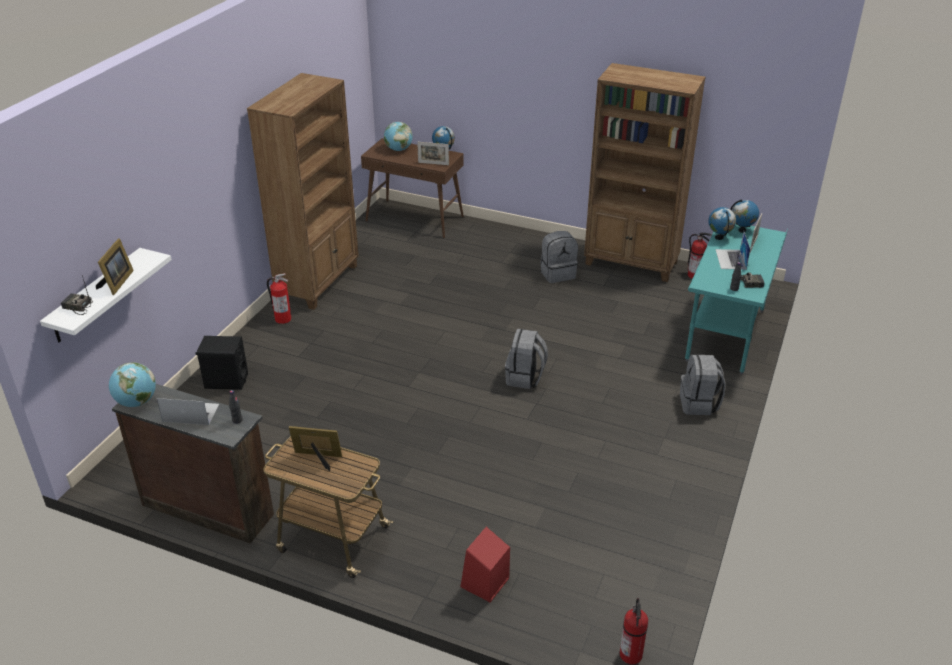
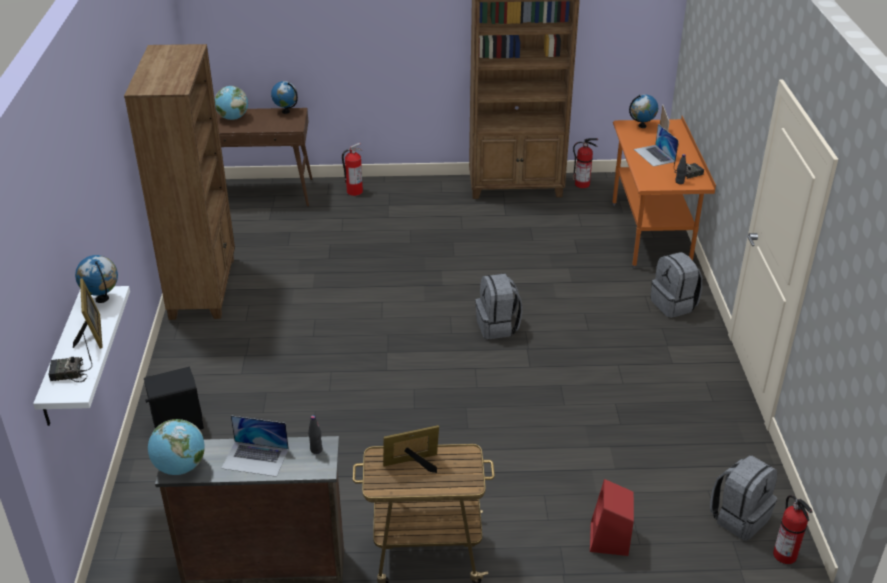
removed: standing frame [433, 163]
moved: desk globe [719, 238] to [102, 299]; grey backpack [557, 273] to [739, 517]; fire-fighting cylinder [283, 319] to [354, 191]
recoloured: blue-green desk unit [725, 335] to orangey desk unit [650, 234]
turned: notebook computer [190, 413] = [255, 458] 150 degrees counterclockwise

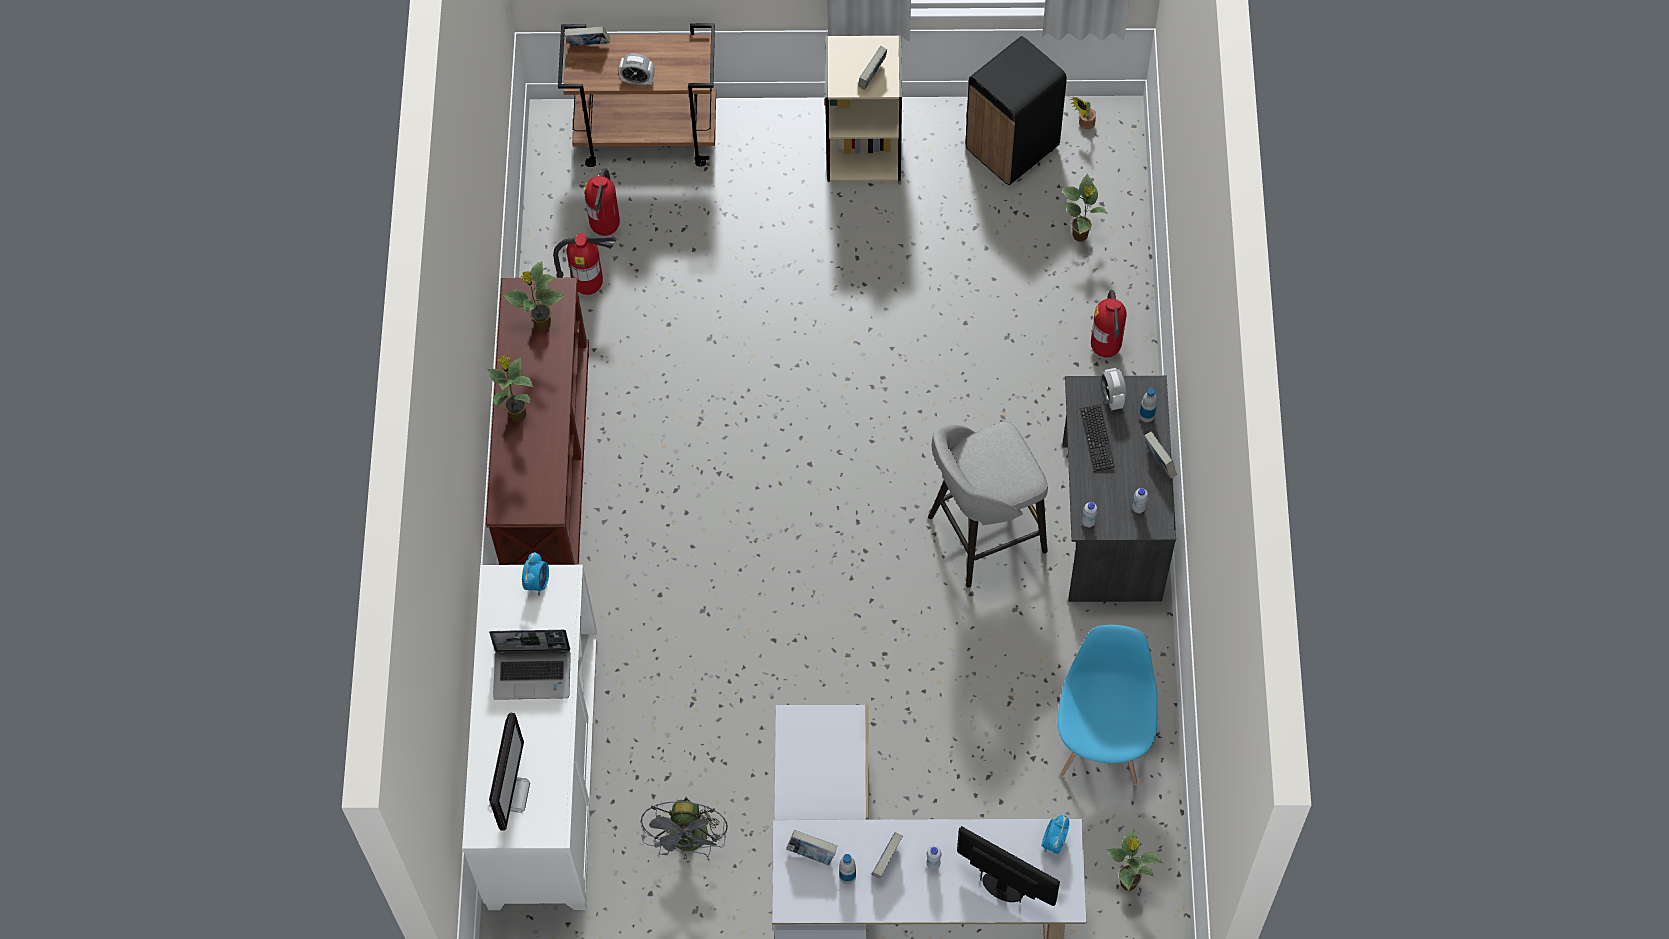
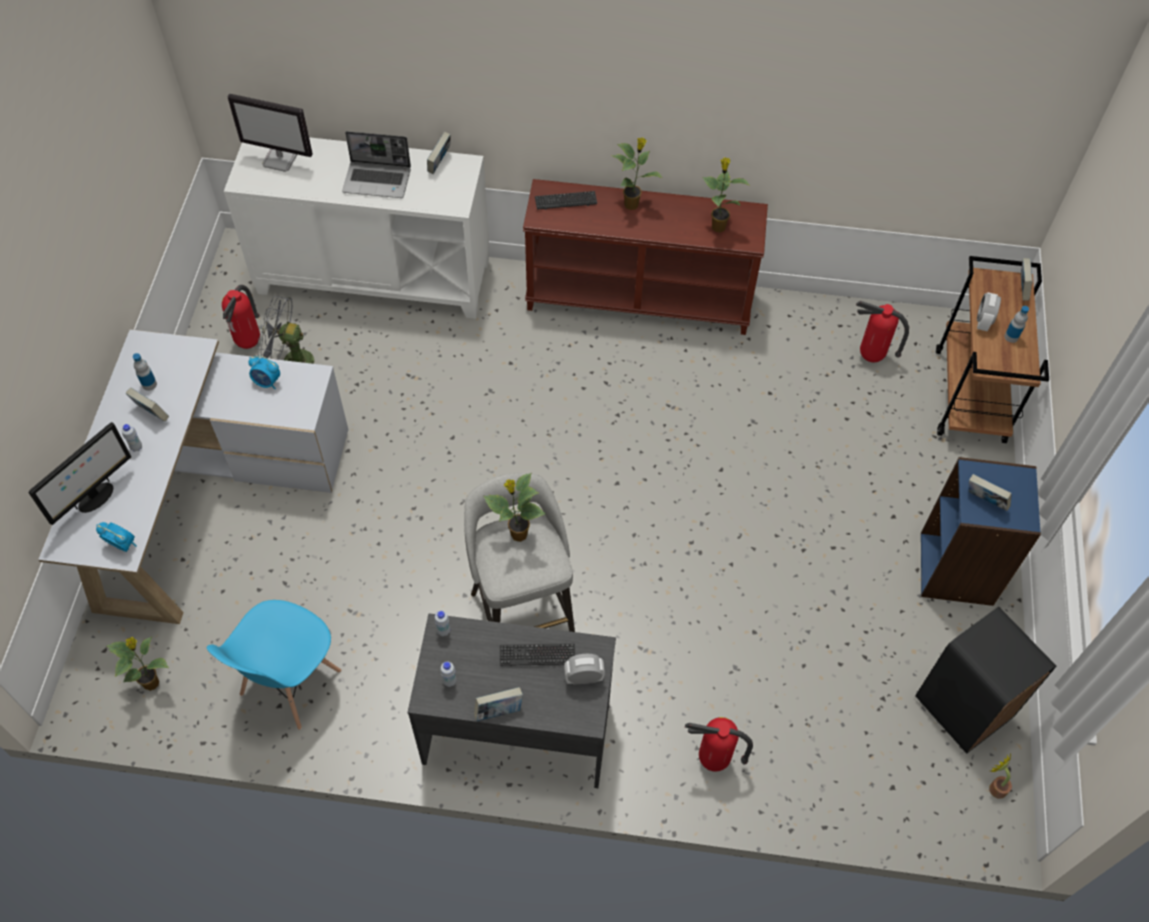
added: computer keyboard [566, 201]
moved: houseplant [1080, 236] to [517, 534]; fire-fighting cylinder [589, 286] to [249, 343]; beverage bottle [1146, 415] to [1011, 337]; alarm clock [537, 582] to [267, 382]; book [812, 854] to [440, 164]
recoloured: sand-coloured bookcase [864, 150] to blue-coloured bookcase [957, 569]
turned: blue-coloured plain chair [1102, 743] = [290, 683] 105 degrees clockwise; notebook computer [533, 674] = [378, 180] 90 degrees counterclockwise

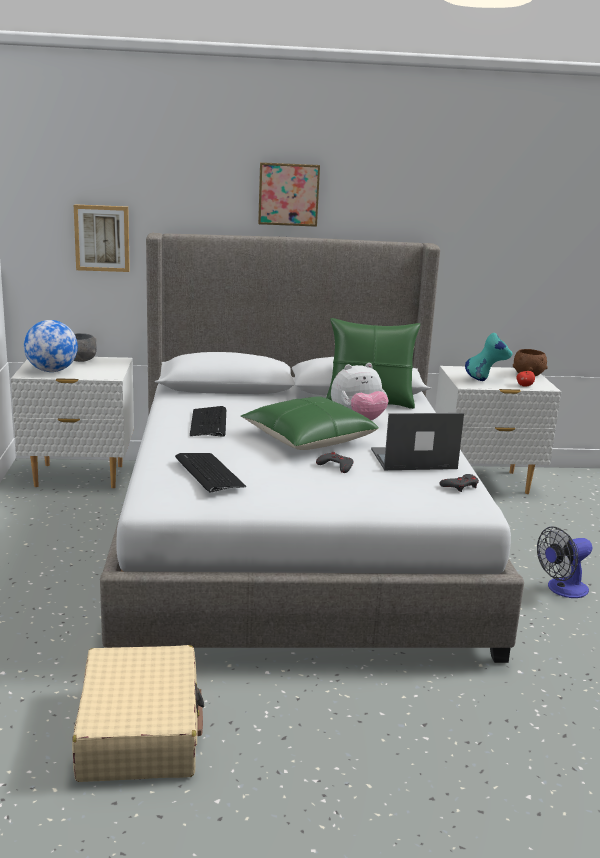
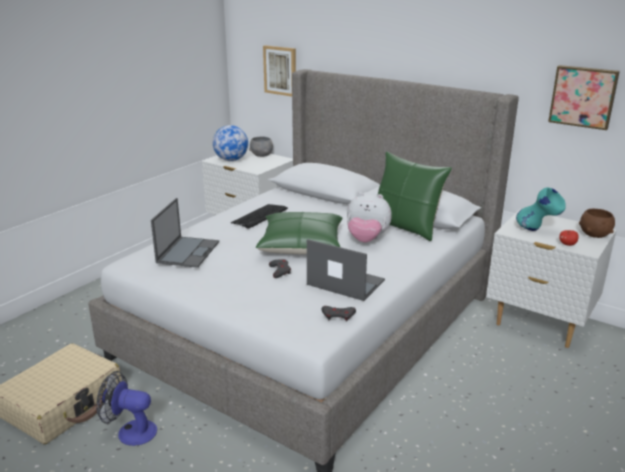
moved: wall picture [288, 194] to [583, 96]; cooling fan [562, 589] to [130, 431]
replaced: computer keyboard [208, 473] to notebook computer [188, 251]

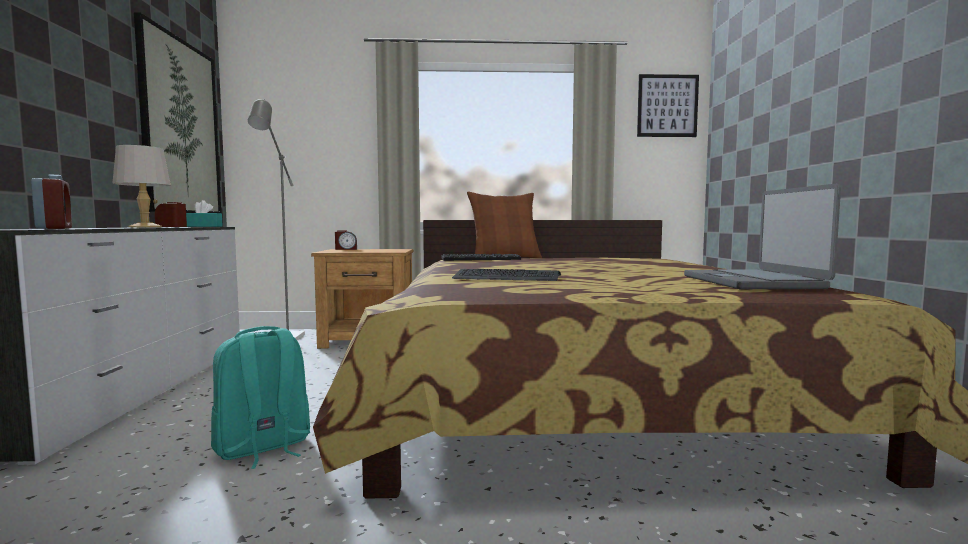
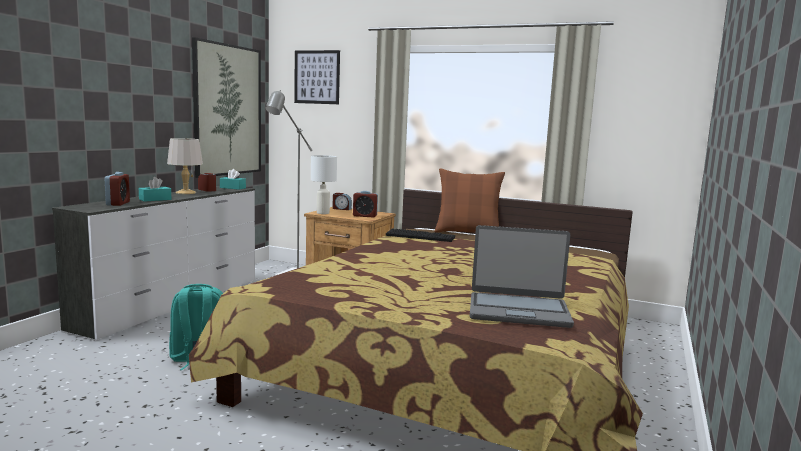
removed: computer keyboard [506, 278]
added: white lamp for a table [323, 213]; blue-green tissue box [155, 199]; alarm clock [365, 216]
moved: wall picture [667, 106] to [317, 77]
turned: notebook computer [752, 282] = [518, 311] 105 degrees counterclockwise

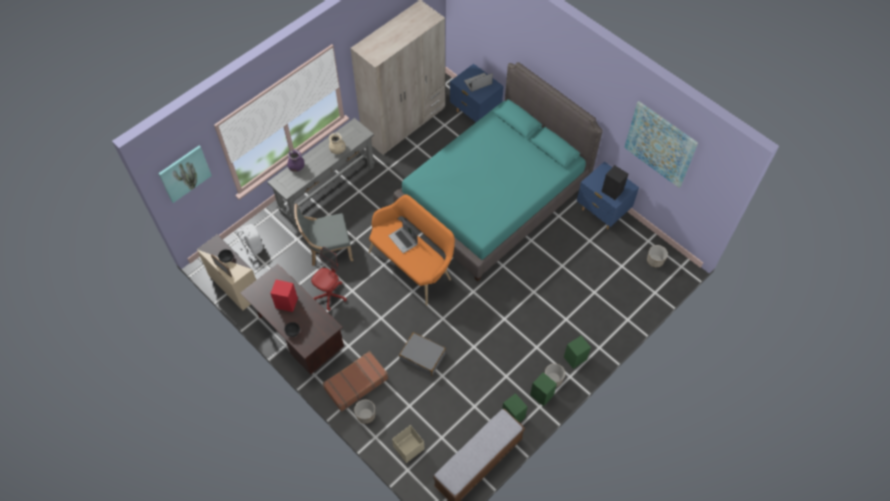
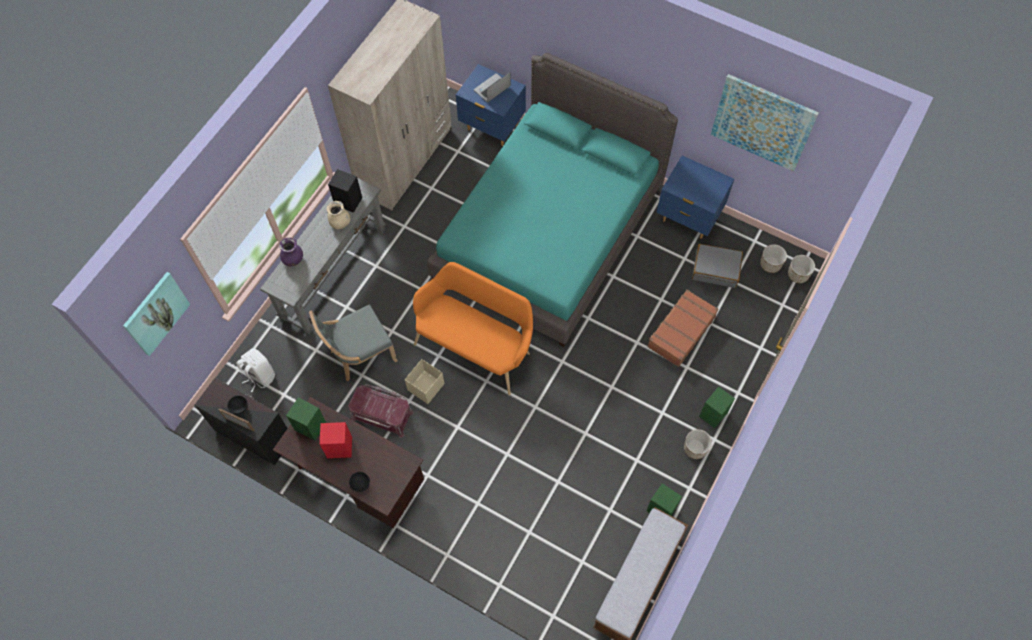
removed: notebook computer [403, 240]
moved: black-coloured audio speaker [612, 191] to [349, 201]; grey piece of luggage [422, 356] to [715, 269]; brownish piece of luggage [355, 383] to [680, 331]; green audio speaker [542, 395] to [311, 427]; flower pot [366, 415] to [798, 275]; sand-coloured storage box [408, 448] to [425, 387]
replaced: red computer chair [330, 295] to red storage box [382, 414]
recoloured: sand-coloured dresser [235, 285] to black-coloured dresser [254, 433]

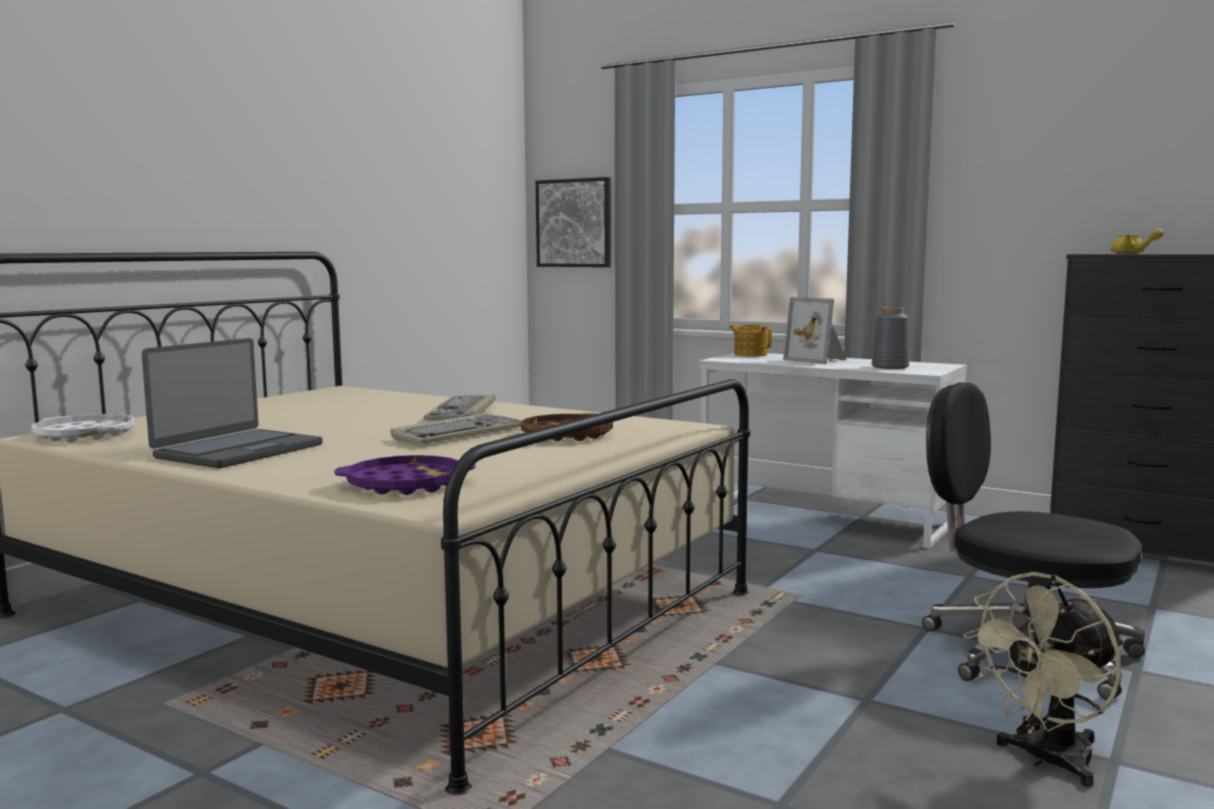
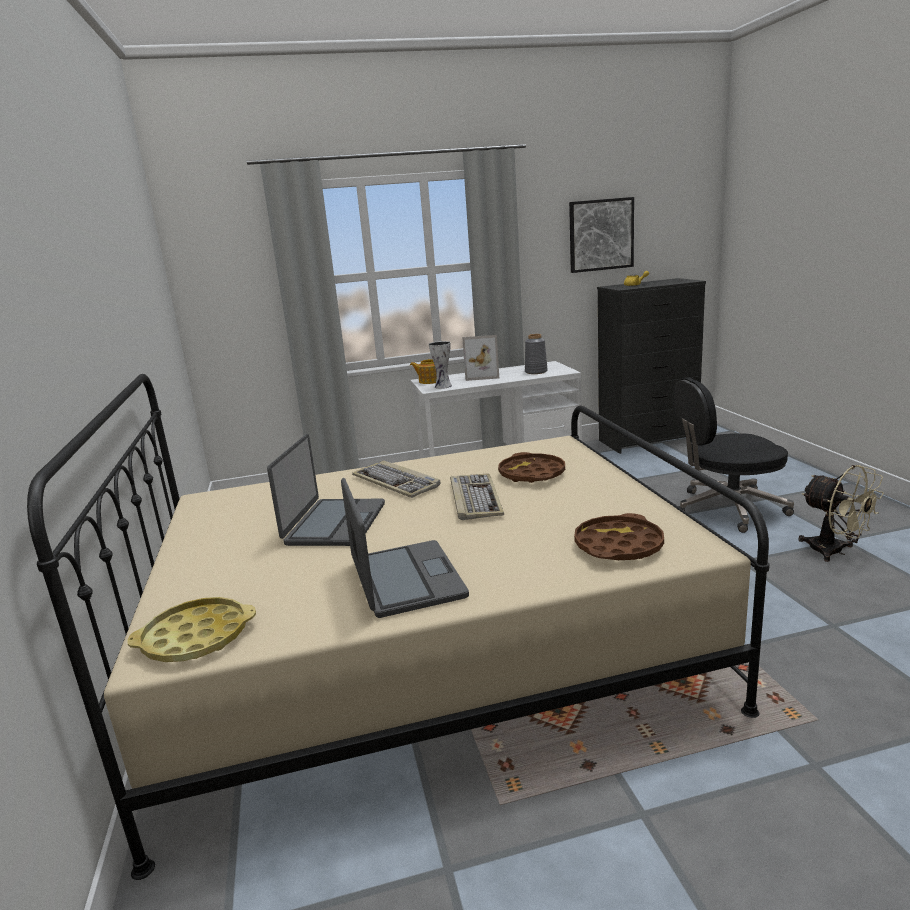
added: vase [444, 386]; notebook computer [334, 524]
moved: wall picture [574, 223] to [601, 235]
recoloured: white tray [85, 435] to yellow tray [196, 637]; purple-coloured tray [406, 484] to brownish tray [618, 546]
turned: sand-coloured cooling fan [1046, 761] = [834, 552] 45 degrees counterclockwise

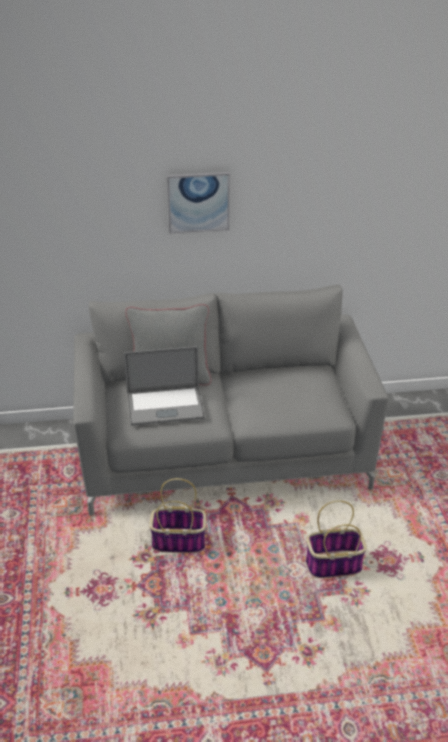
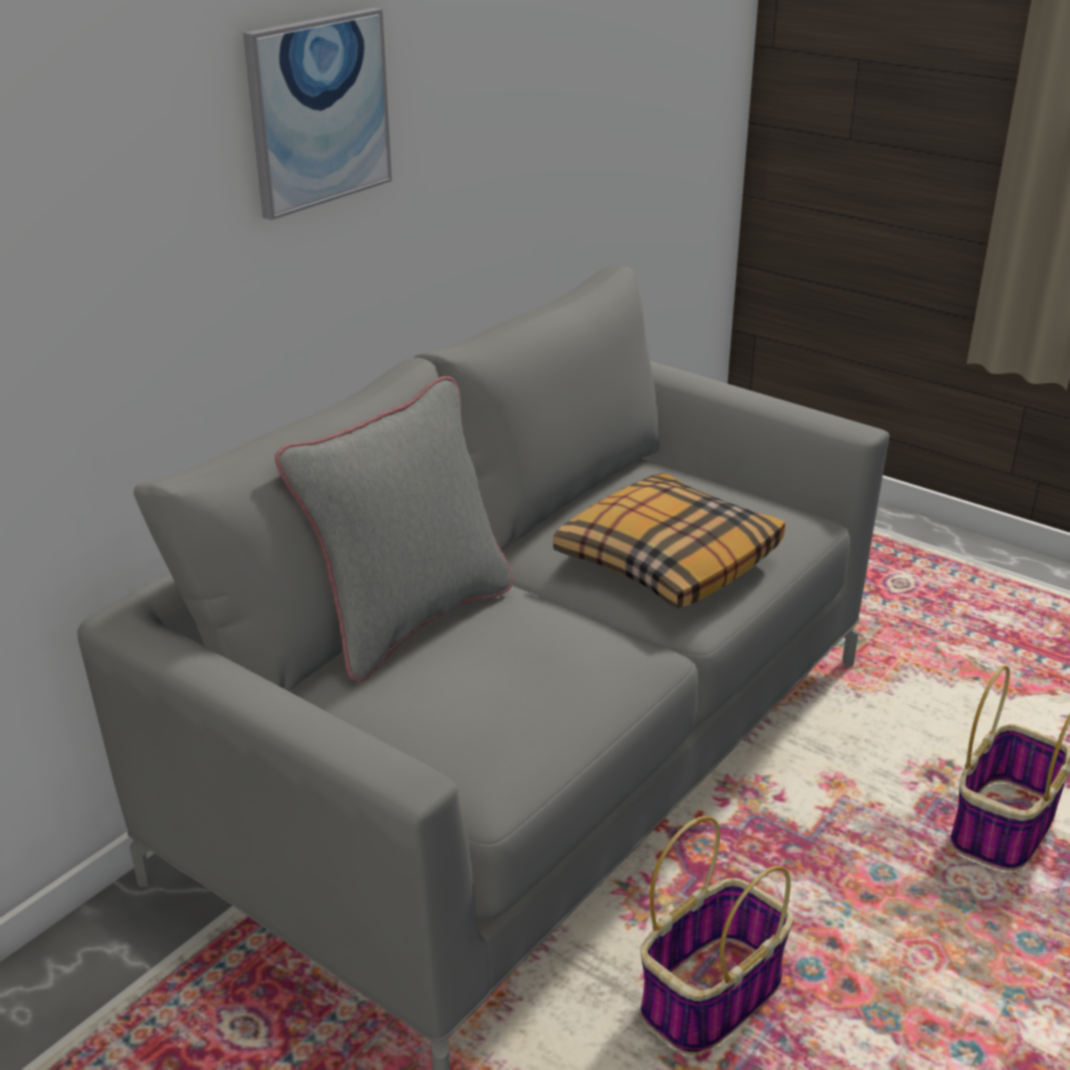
removed: notebook computer [165, 406]
added: pillow [667, 560]

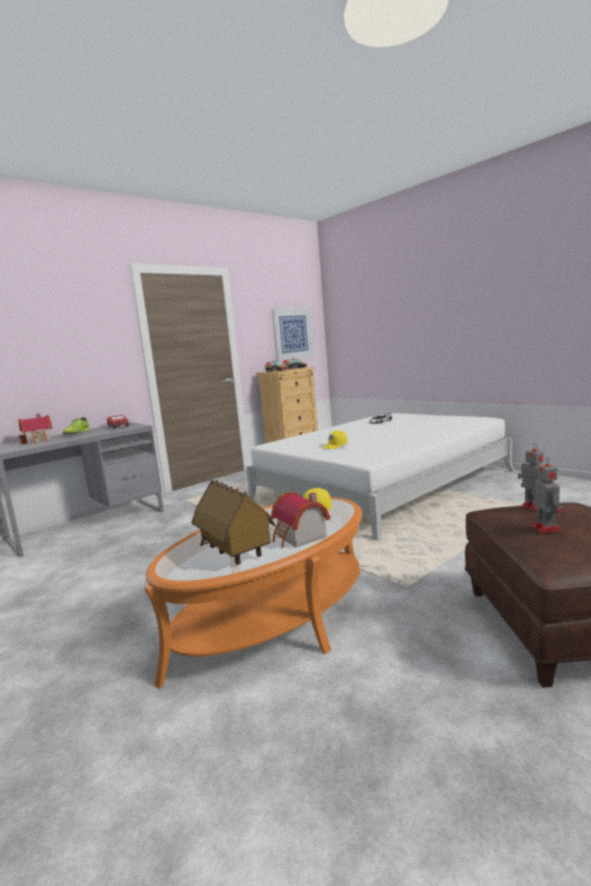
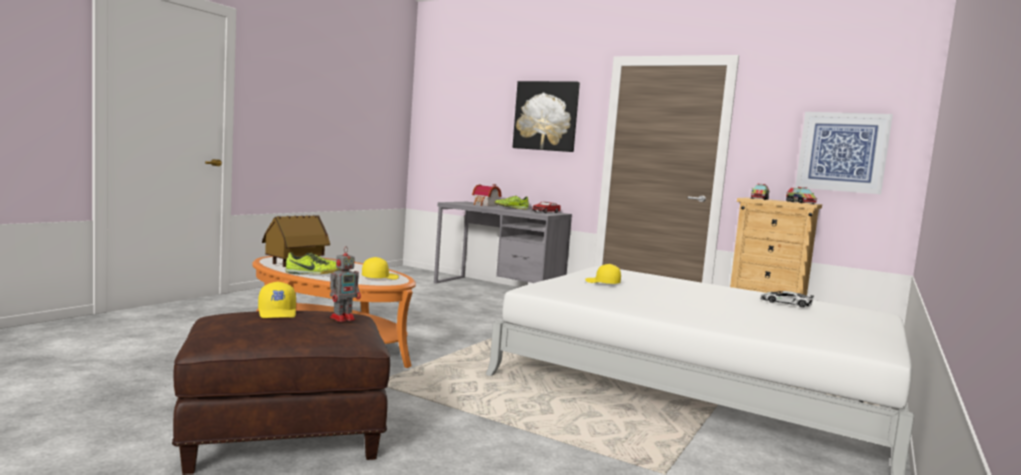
added: wall picture [546, 116]
replaced: robot figure [545, 528] to yellow cap [278, 313]; model house [299, 537] to shoe [314, 274]

